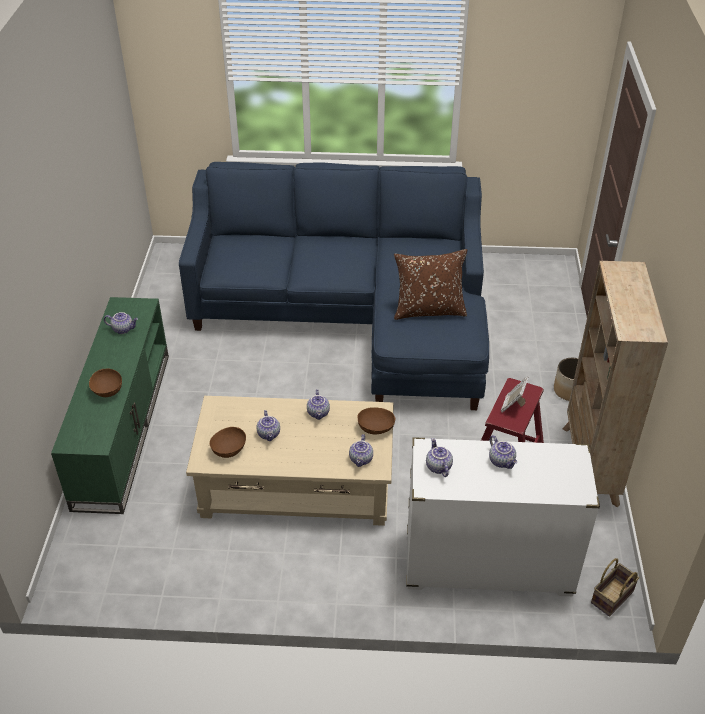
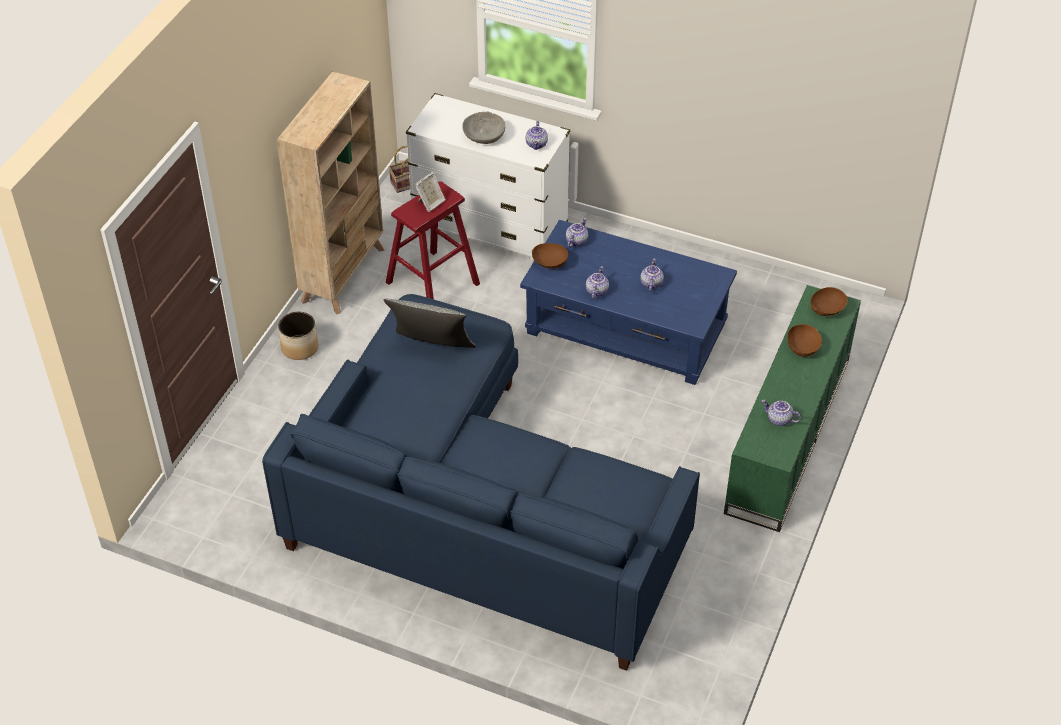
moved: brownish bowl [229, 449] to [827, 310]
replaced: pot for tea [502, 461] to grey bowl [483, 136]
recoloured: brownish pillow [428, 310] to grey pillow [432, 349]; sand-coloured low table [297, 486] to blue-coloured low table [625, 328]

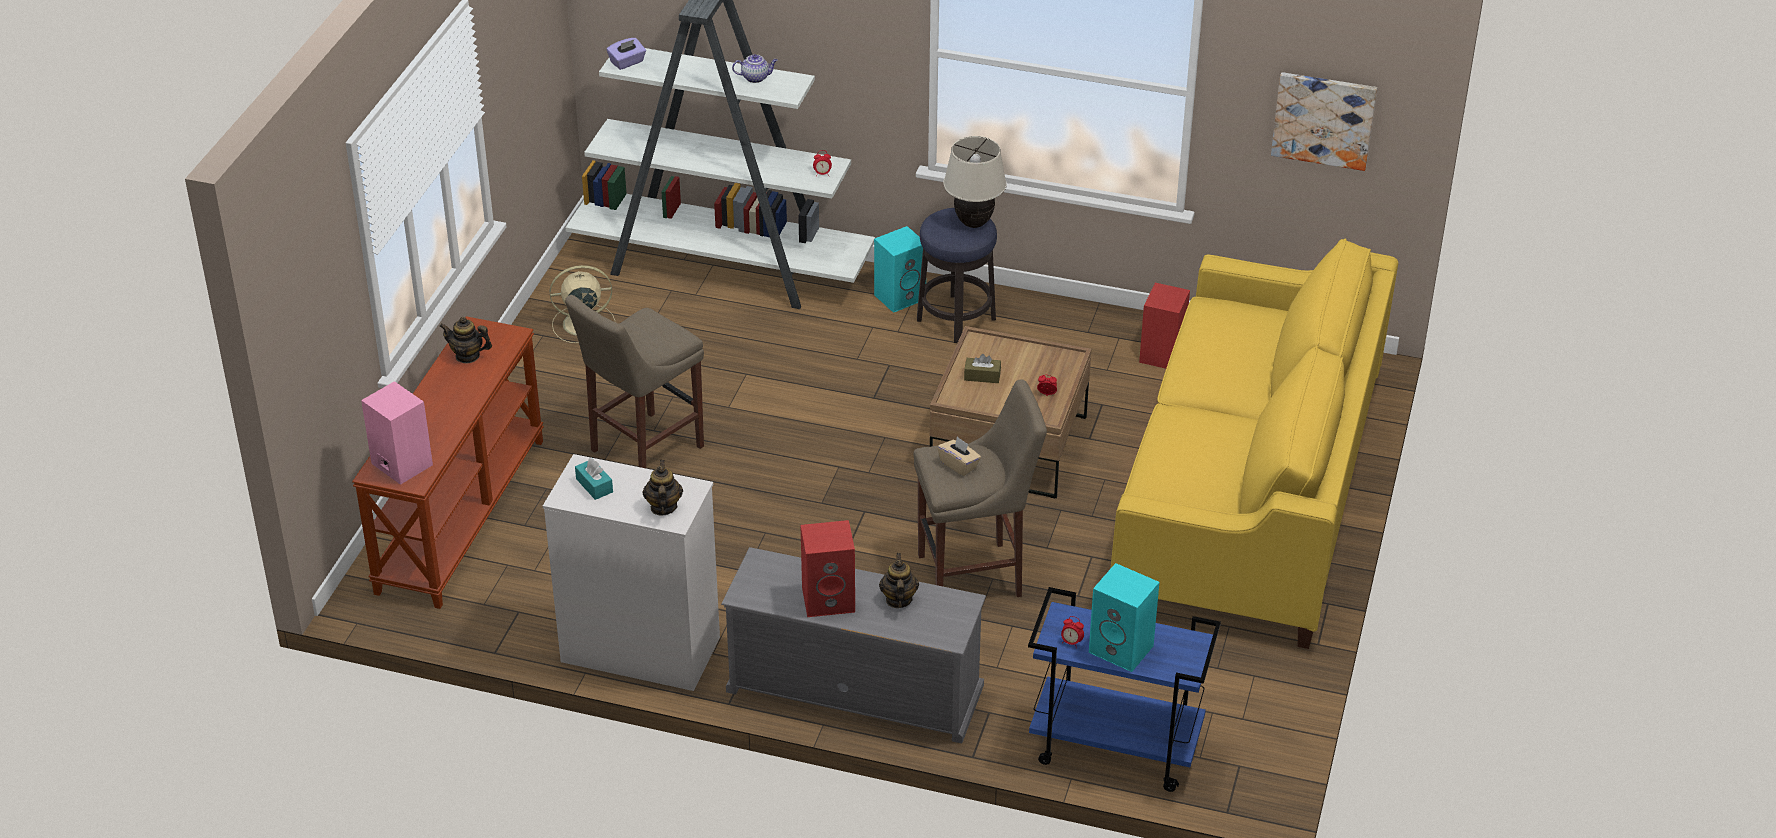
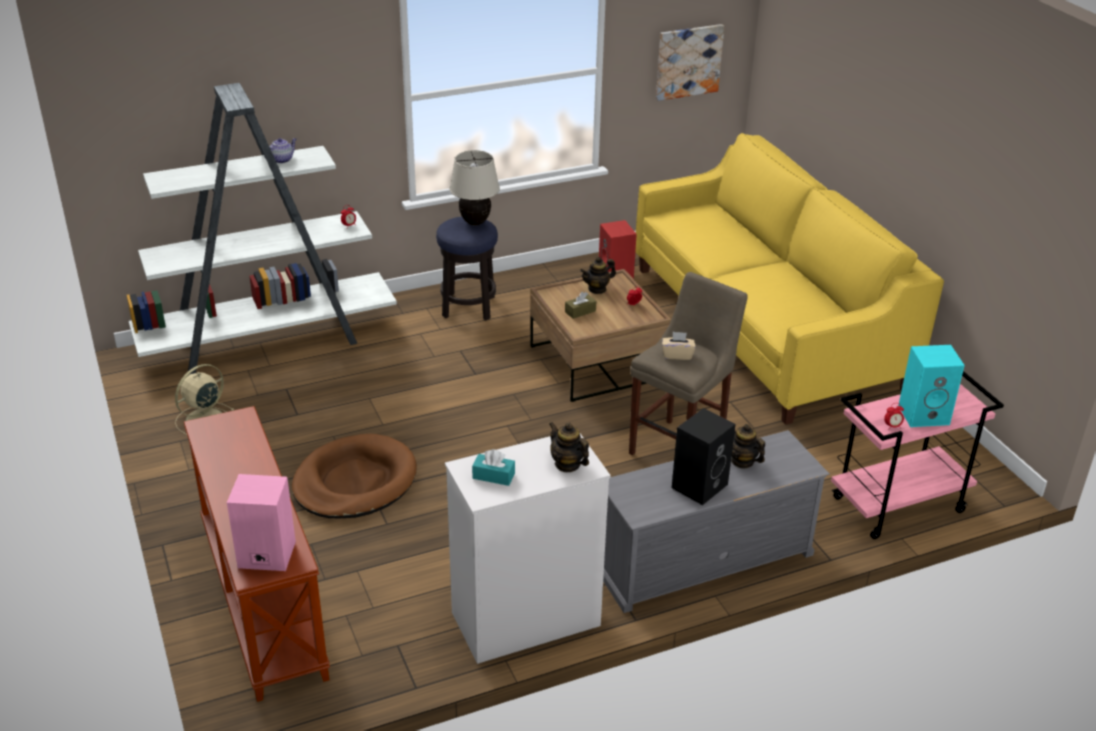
removed: purple-coloured tissue box [627, 62]; blue-green audio speaker [900, 296]
moved: pot for tea [467, 356] to [597, 289]
replaced: sand-coloured stool seat [642, 450] to brownish pet bed [354, 482]
recoloured: red audio speaker [829, 599] to black-coloured audio speaker [699, 485]; blue-coloured wheeled cart [1113, 749] to pink wheeled cart [897, 506]

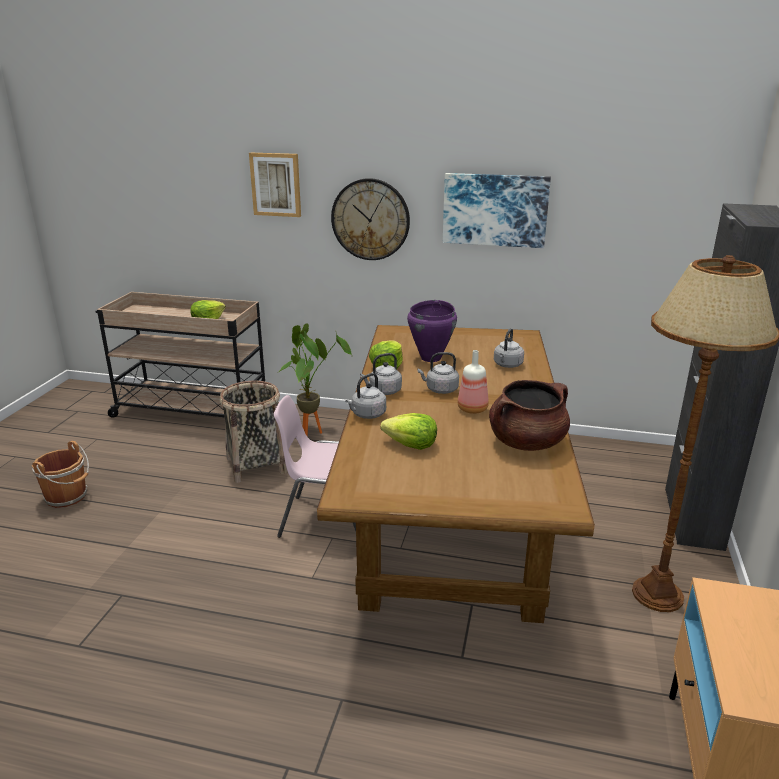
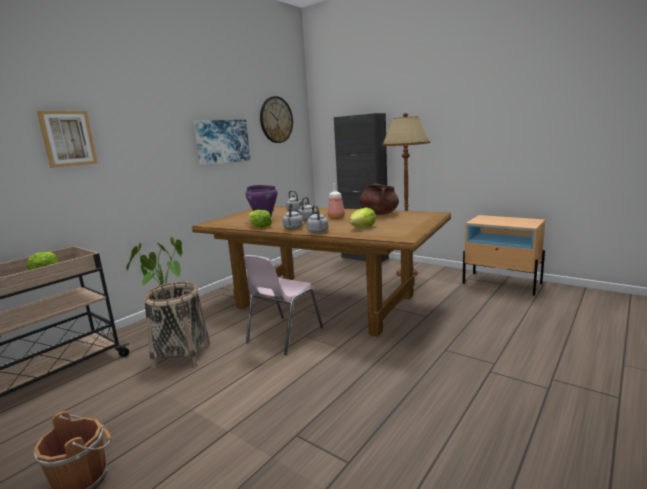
moved: hanging clock [370, 219] to [276, 120]

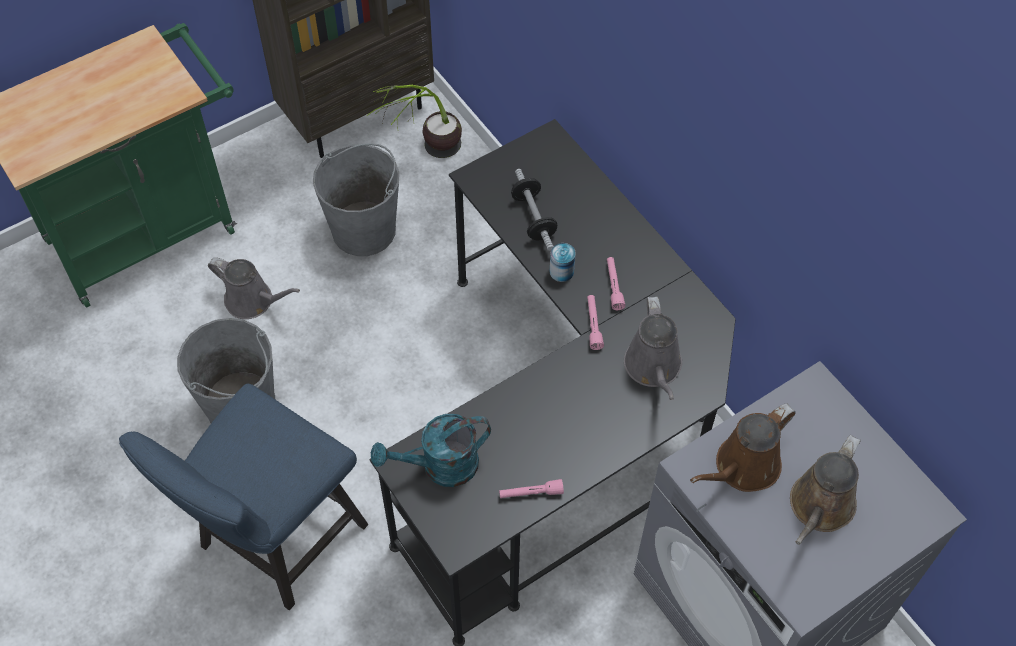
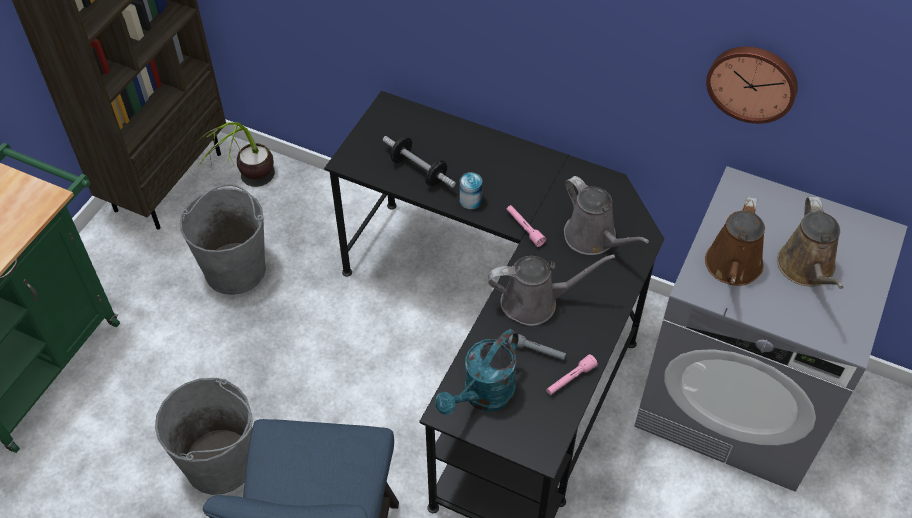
removed: pink flashlight [613, 286]
added: hanging clock [752, 82]; grey flashlight [537, 351]
moved: grey watering pot [253, 301] to [535, 302]

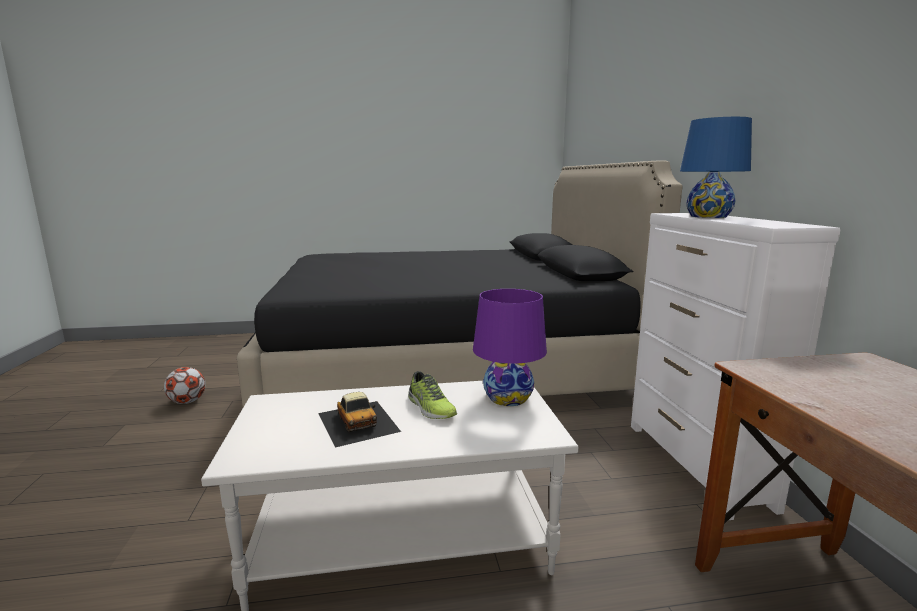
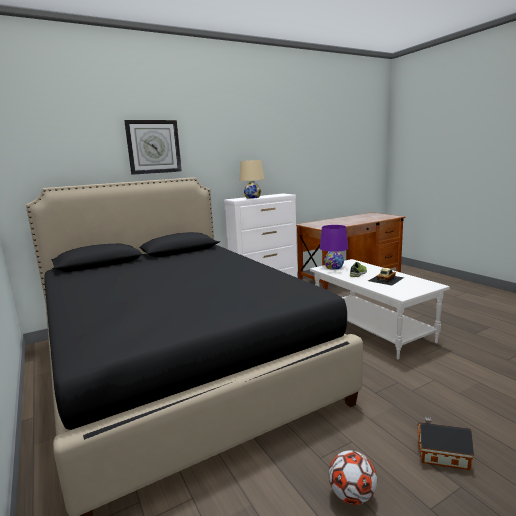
added: hanging clock [153, 147]; model house [440, 455]
recoloured: blue-coloured lamp for a table [708, 216] to sand-coloured lamp for a table [253, 197]

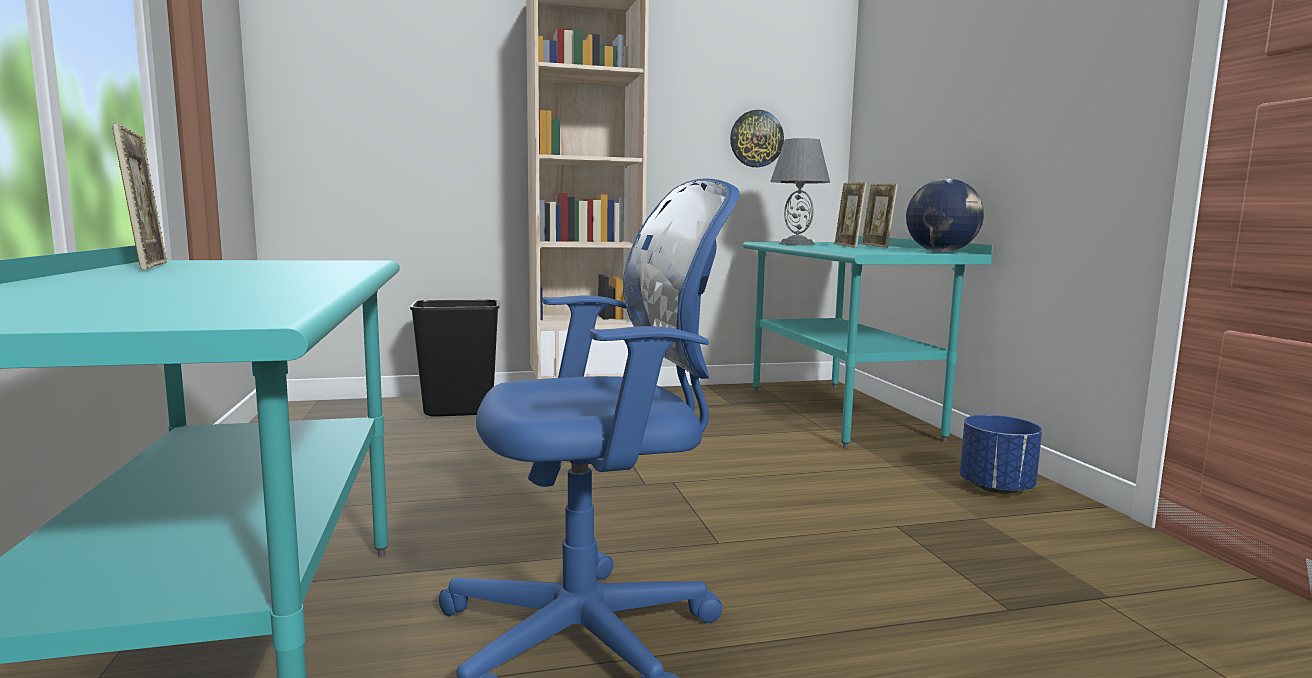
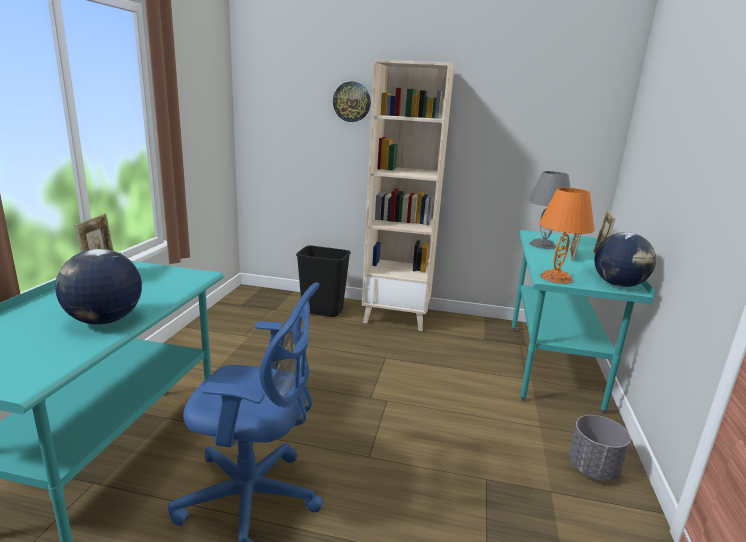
added: orangey lamp for a table [556, 278]; desk globe [104, 321]
moved: hanging clock [756, 139] to [352, 102]
recoloured: blue-coloured flower pot [996, 488] to grey flower pot [593, 469]

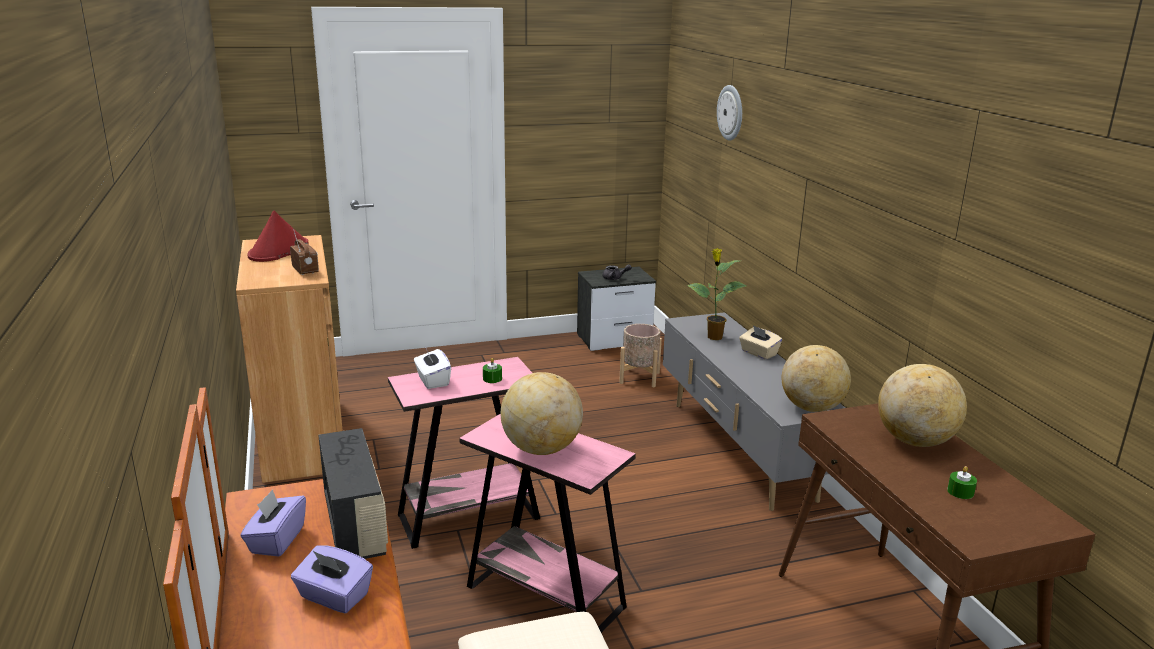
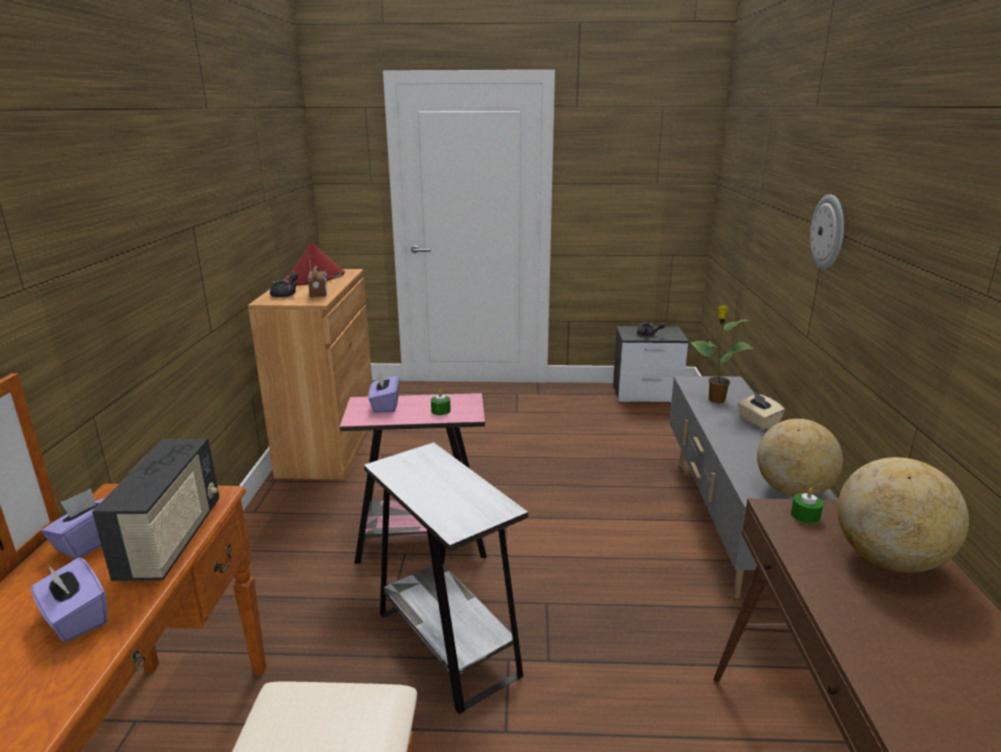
removed: sand-coloured flower pot [639, 377]; desk globe [541, 449]
added: grey pot for tea [286, 294]
moved: hanging clock [731, 112] to [829, 232]; green candle [960, 492] to [805, 516]
recoloured: white tissue box [432, 380] to purple-coloured tissue box [385, 405]; pink accent table [545, 597] to white accent table [447, 643]

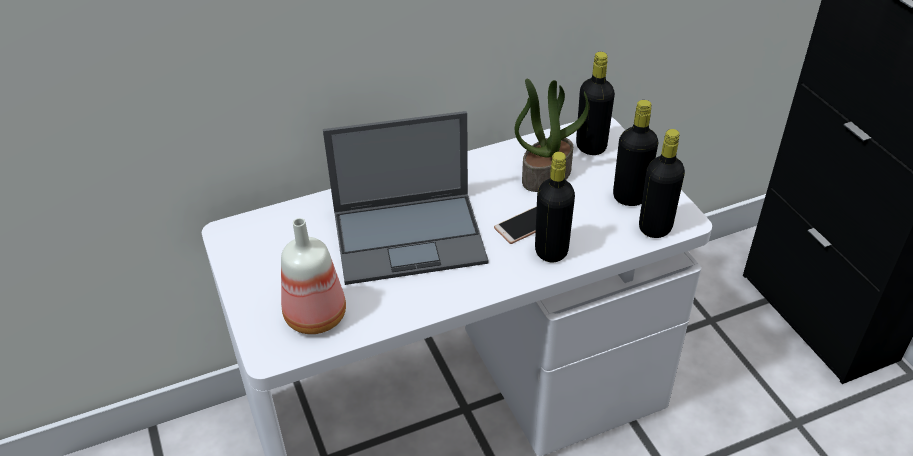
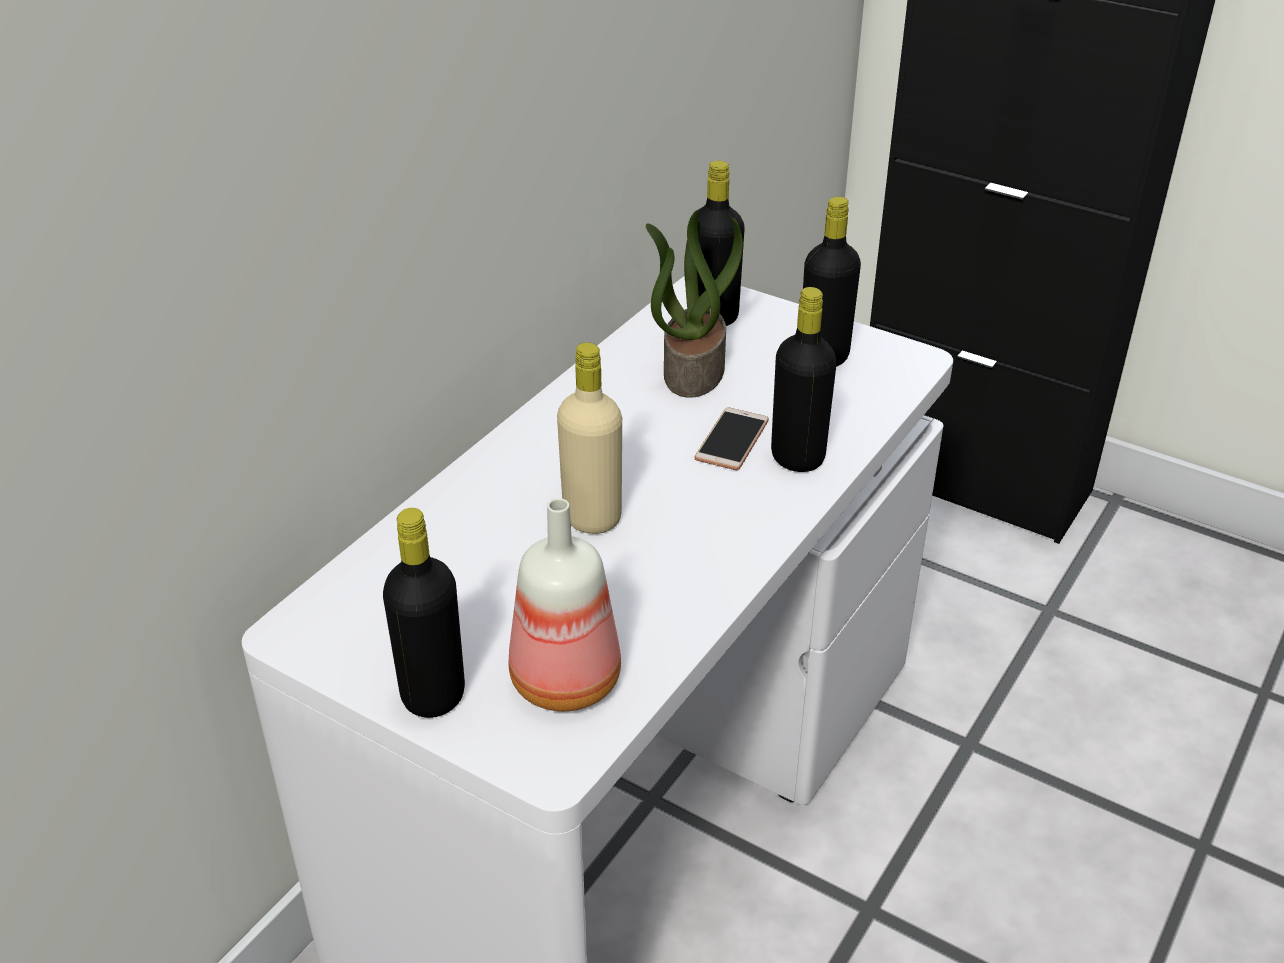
moved: black-coloured beverage bottle [655, 227] to [433, 695]
replaced: notebook computer [411, 237] to sand-coloured beverage bottle [592, 518]

